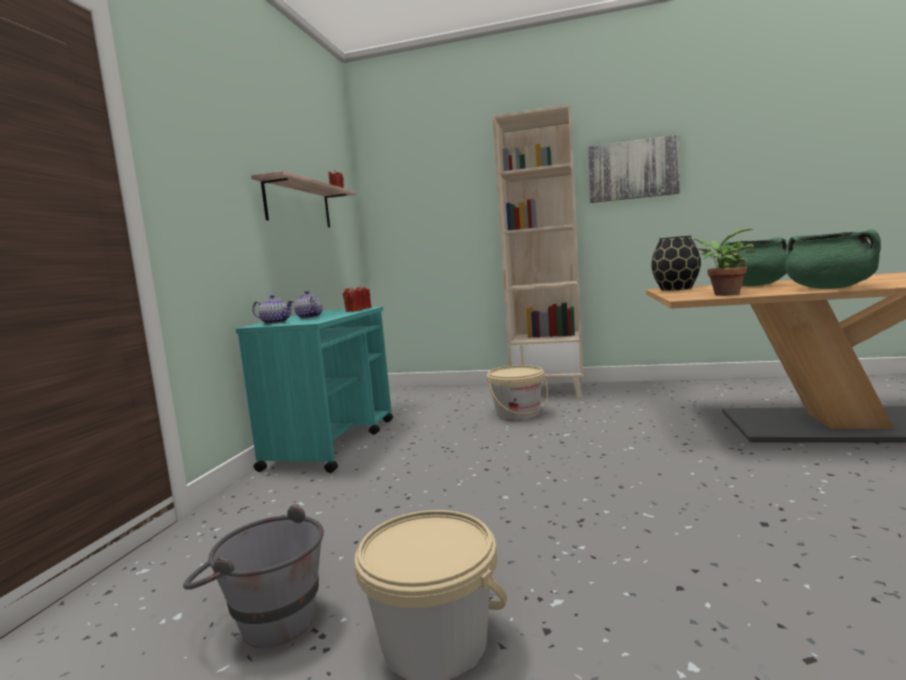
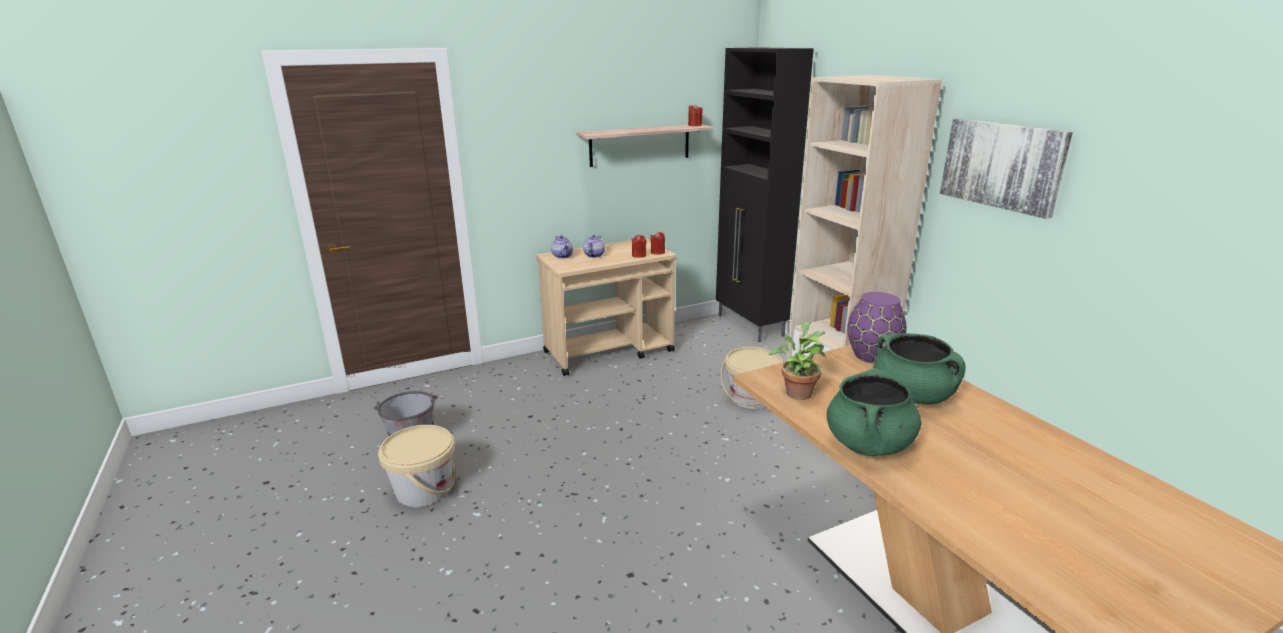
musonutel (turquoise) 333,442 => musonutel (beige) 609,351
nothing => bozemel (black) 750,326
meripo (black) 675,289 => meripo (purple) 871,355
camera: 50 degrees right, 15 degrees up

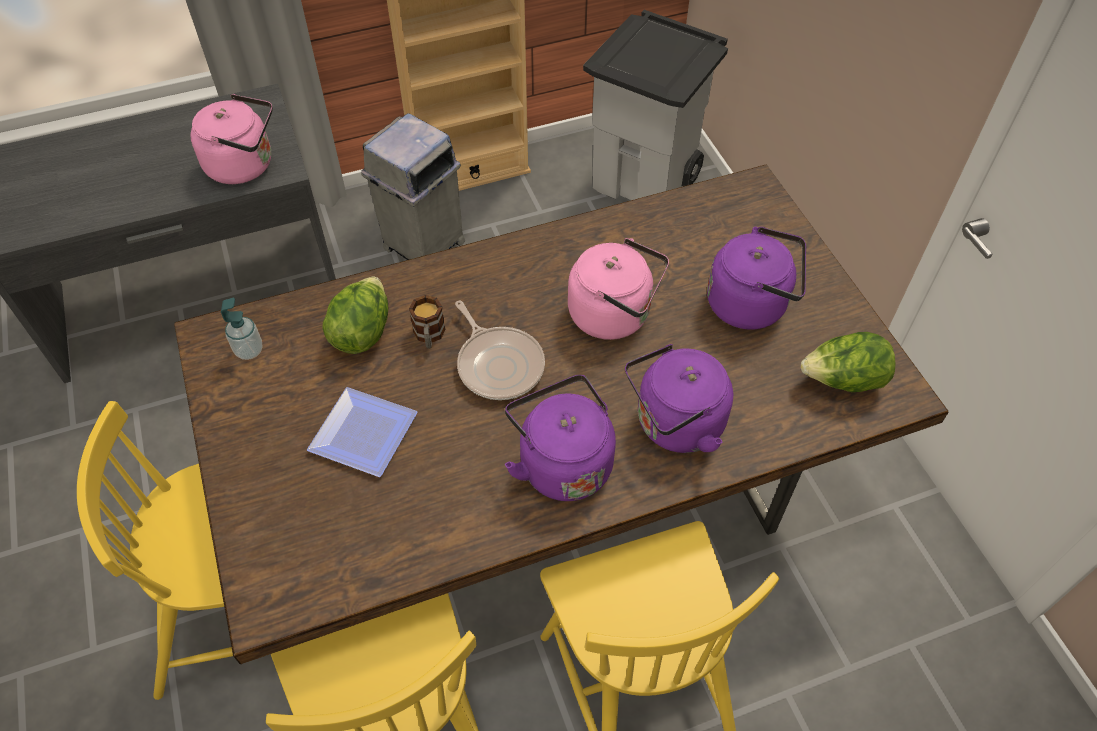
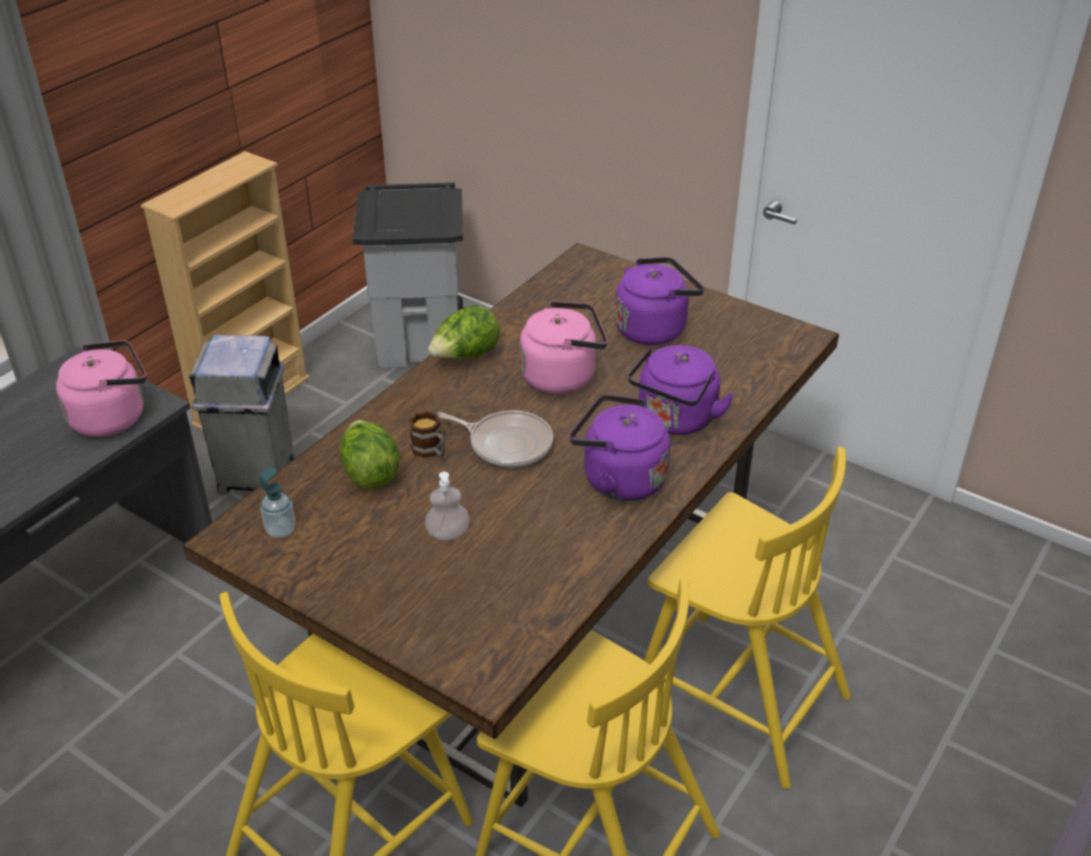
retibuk 368,432 => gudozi 448,533
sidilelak 842,381 => sidilelak 465,357, shifted
camera: 35 degrees left, 15 degrees down

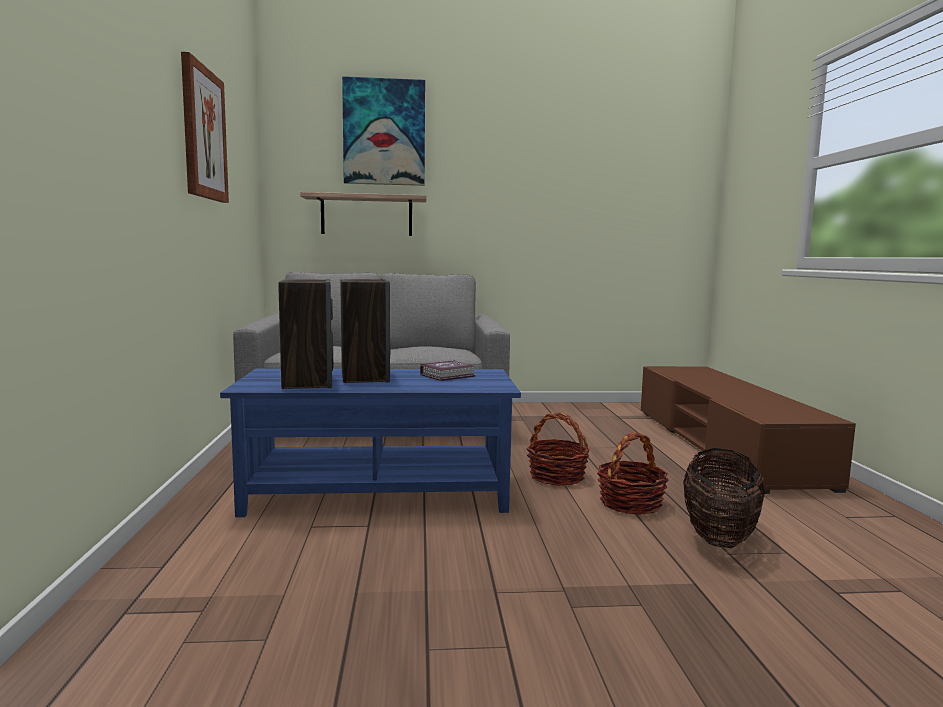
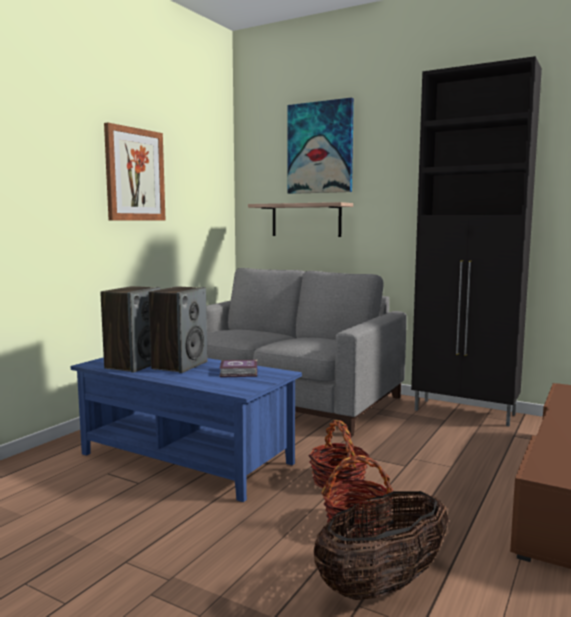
nothing => bozemel (black) 465,413
camera: 35 degrees right, 0 degrees up

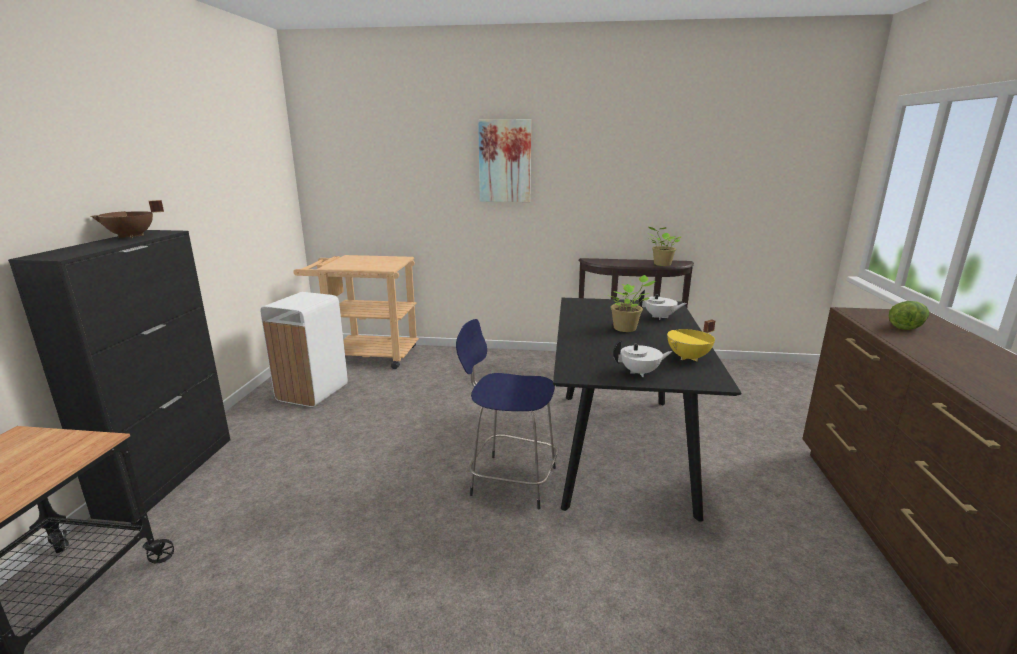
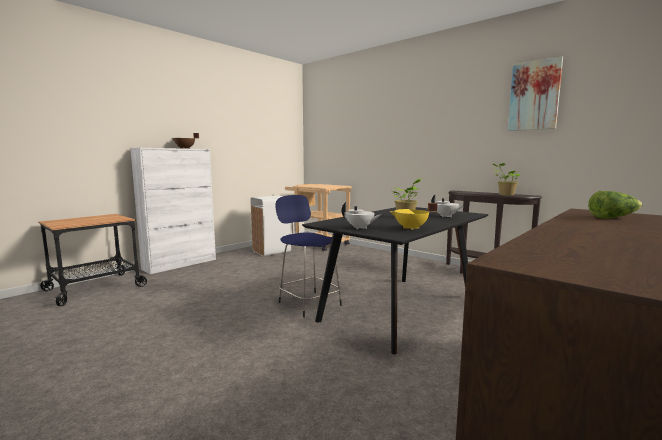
bozemel (black) 169,474 => bozemel (white) 180,264
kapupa 505,161 => kapupa 534,96, shifted
camera: 35 degrees right, 10 degrees down

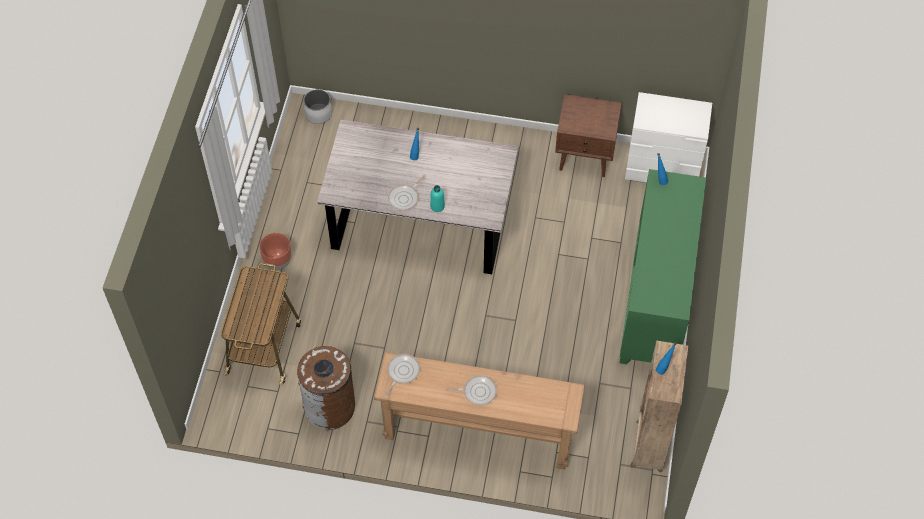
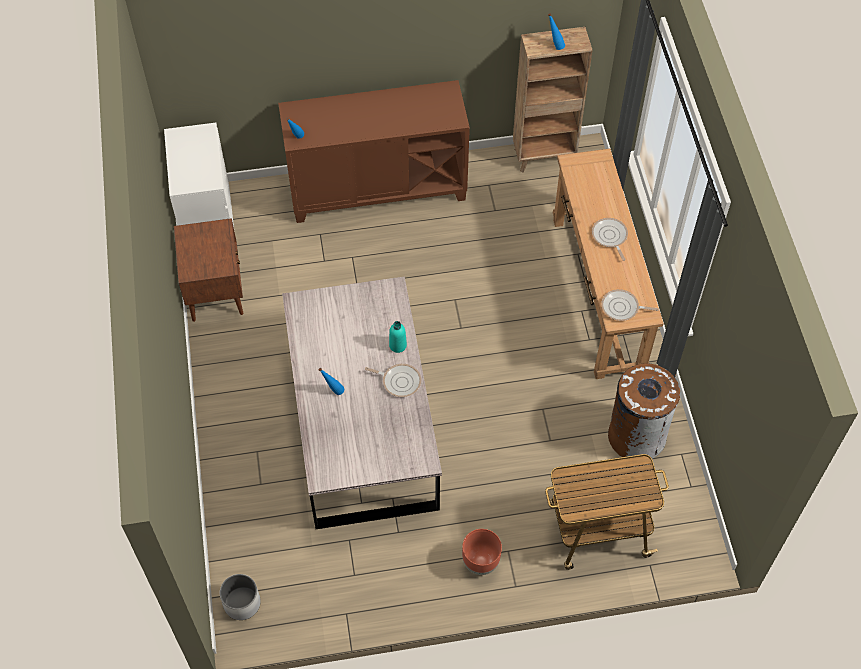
bozemel (green) 657,298 => bozemel (brown) 377,188
camera: 110 degrees left, 0 degrees up

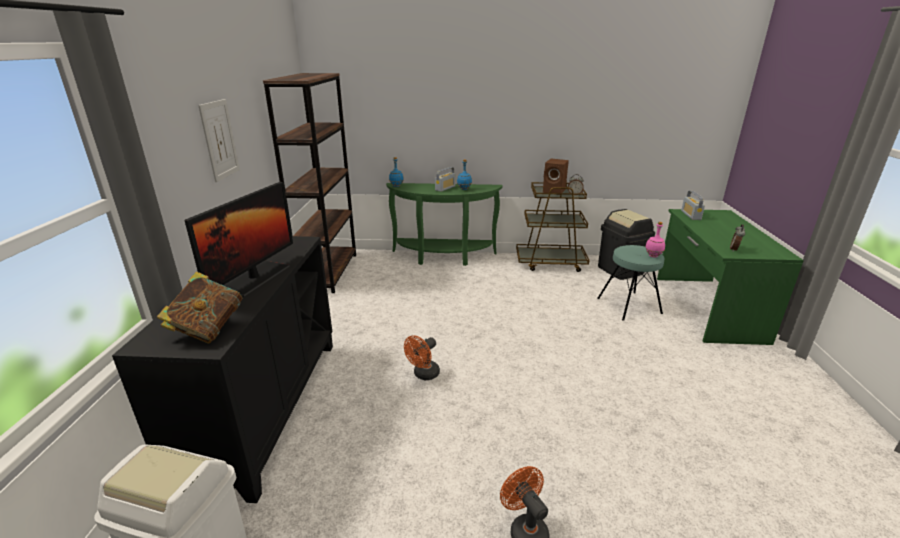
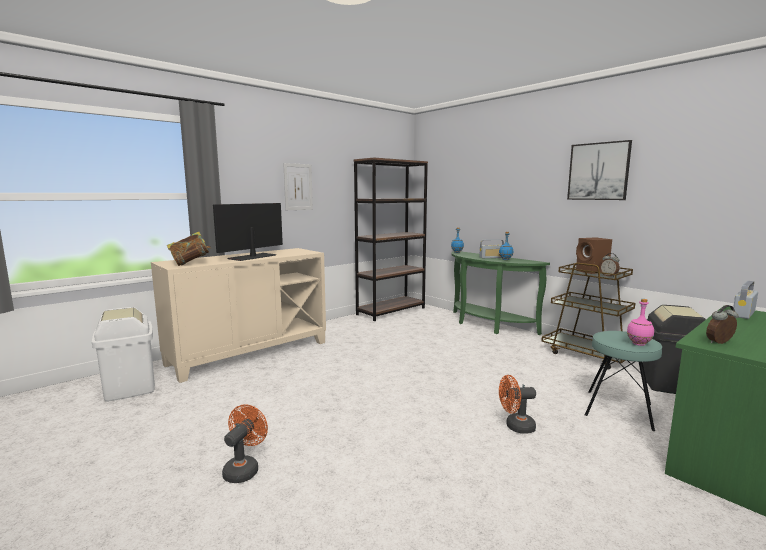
bozemel (black) 266,407 => bozemel (beige) 249,353
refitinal 255,278 => refitinal 252,257, 150 degrees clockwise
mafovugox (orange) 423,375 => mafovugox (orange) 515,427, shifted
nothing => kapupa 598,171
camera: 45 degrees right, 15 degrees down

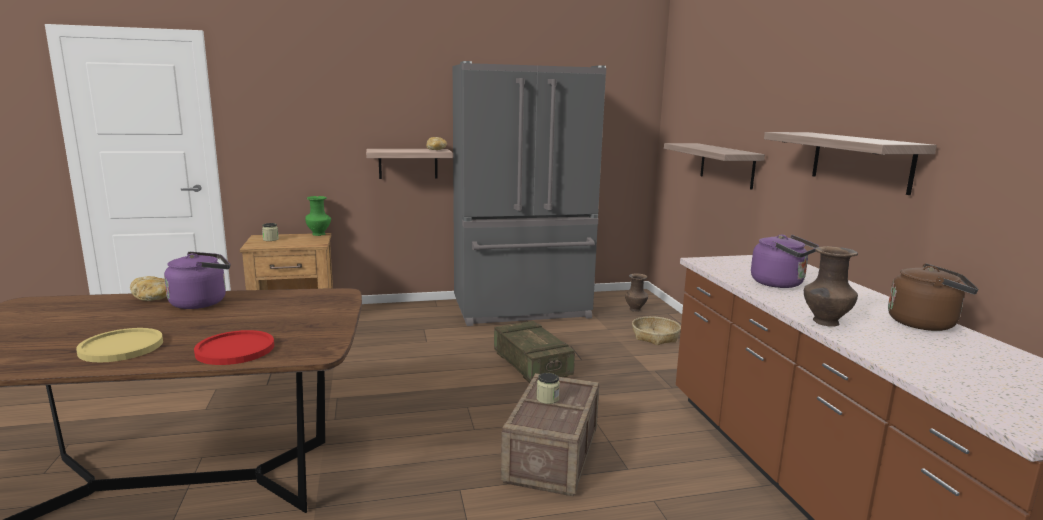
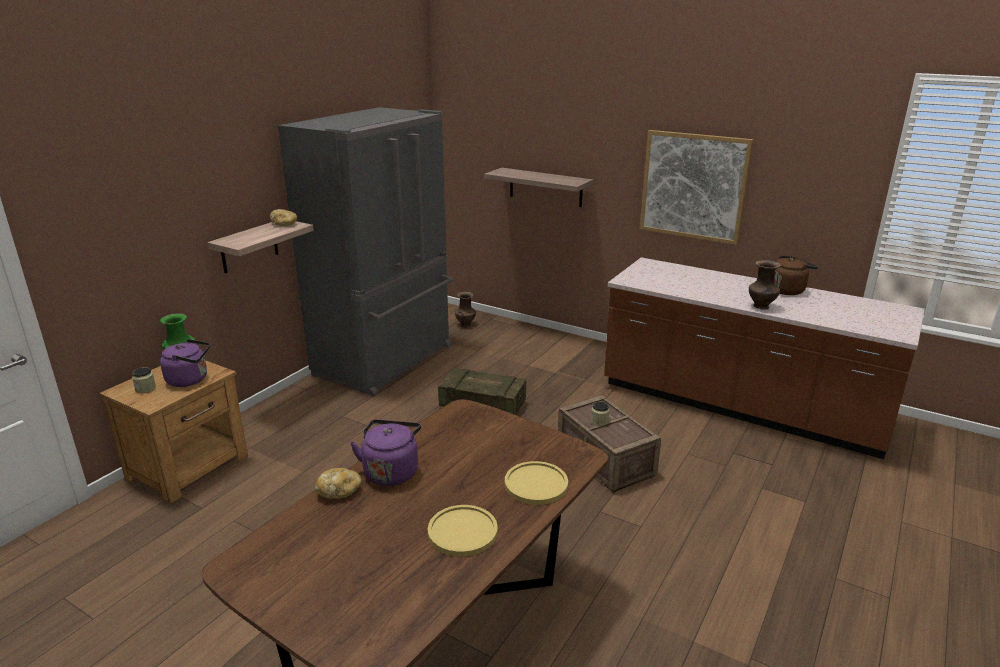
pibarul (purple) 780,284 => pibarul (purple) 190,380, shifted
retibuk (red) 235,349 => retibuk (yellow) 536,484
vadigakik 860,161 => kapupa 693,186
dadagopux 655,337 => nothing
camera: 45 degrees left, 10 degrees up

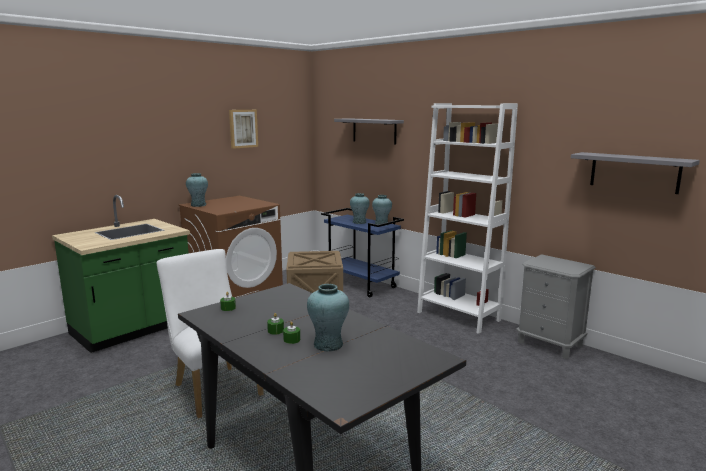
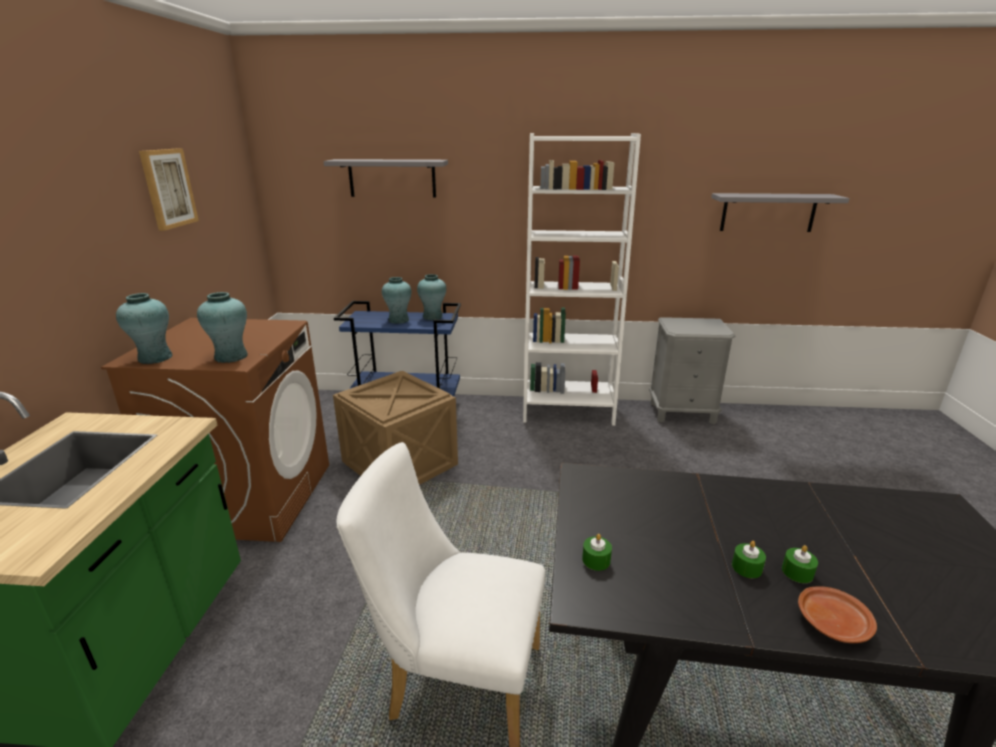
meripo (turquoise) 328,344 => meripo (turquoise) 231,357, shifted
nothing => retibuk (brown) 832,622
camera: 40 degrees left, 10 degrees up

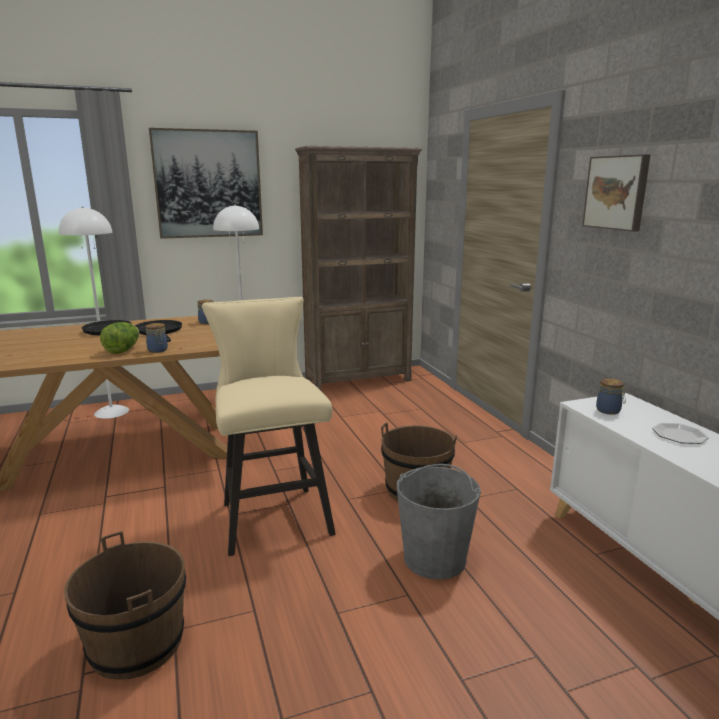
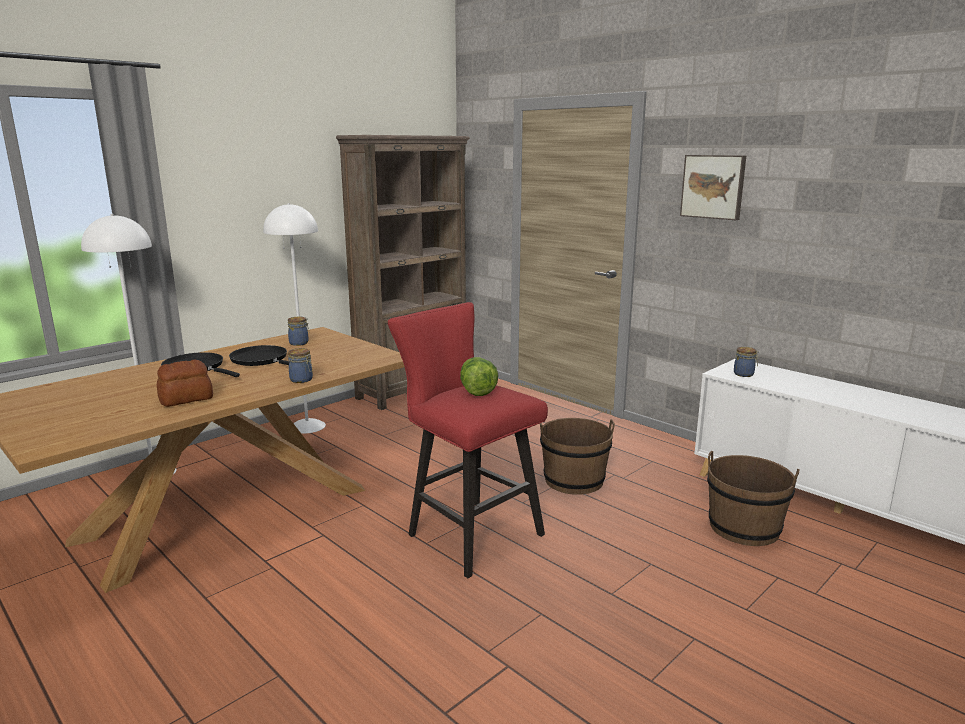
nothing => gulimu 187,399
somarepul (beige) 273,514 => somarepul (red) 468,532
sidilelak 123,350 => sidilelak 476,391, shifted
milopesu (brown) 136,643 => milopesu (brown) 744,528, shifted
kapupa 208,184 => nothing
milopesu (grey) 435,558 => nothing
retibuk 679,435 => nothing
camera: 25 degrees left, 0 degrees up

